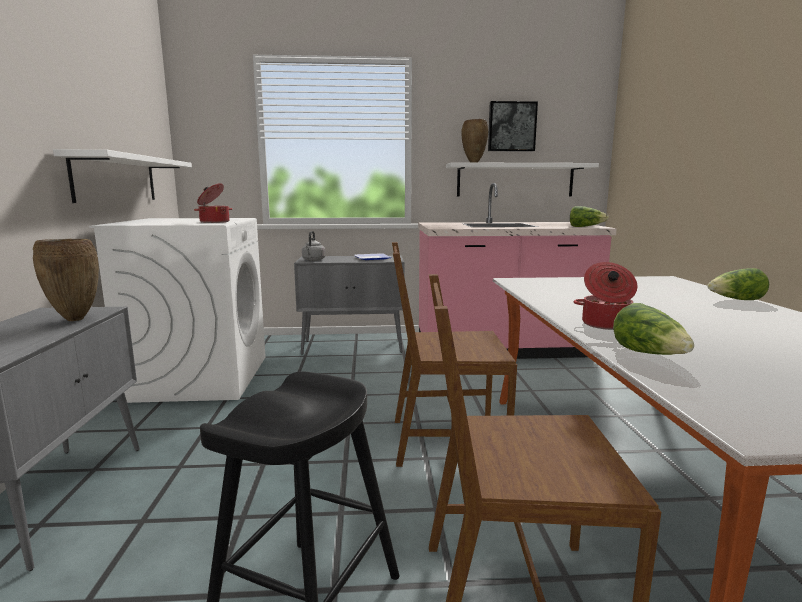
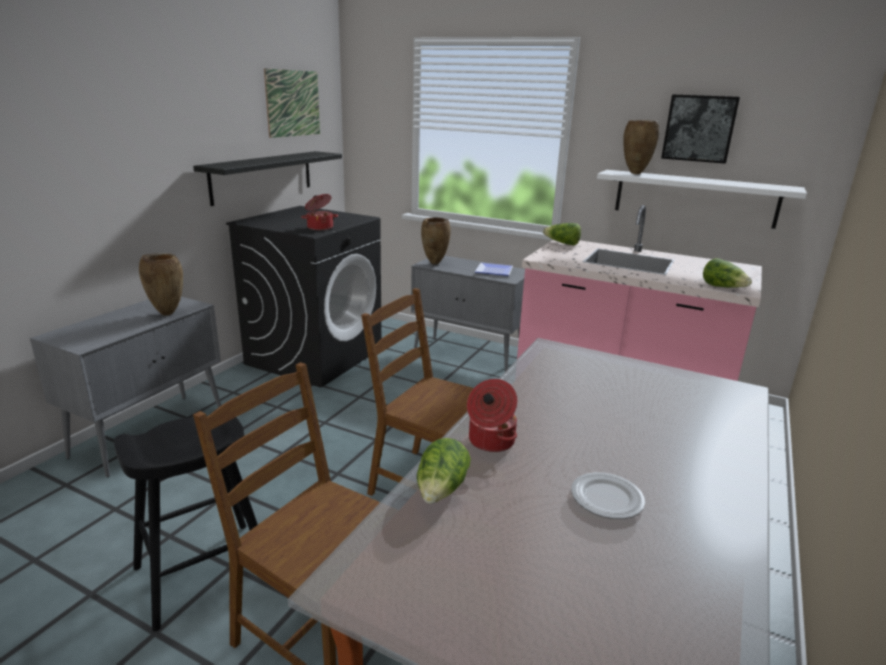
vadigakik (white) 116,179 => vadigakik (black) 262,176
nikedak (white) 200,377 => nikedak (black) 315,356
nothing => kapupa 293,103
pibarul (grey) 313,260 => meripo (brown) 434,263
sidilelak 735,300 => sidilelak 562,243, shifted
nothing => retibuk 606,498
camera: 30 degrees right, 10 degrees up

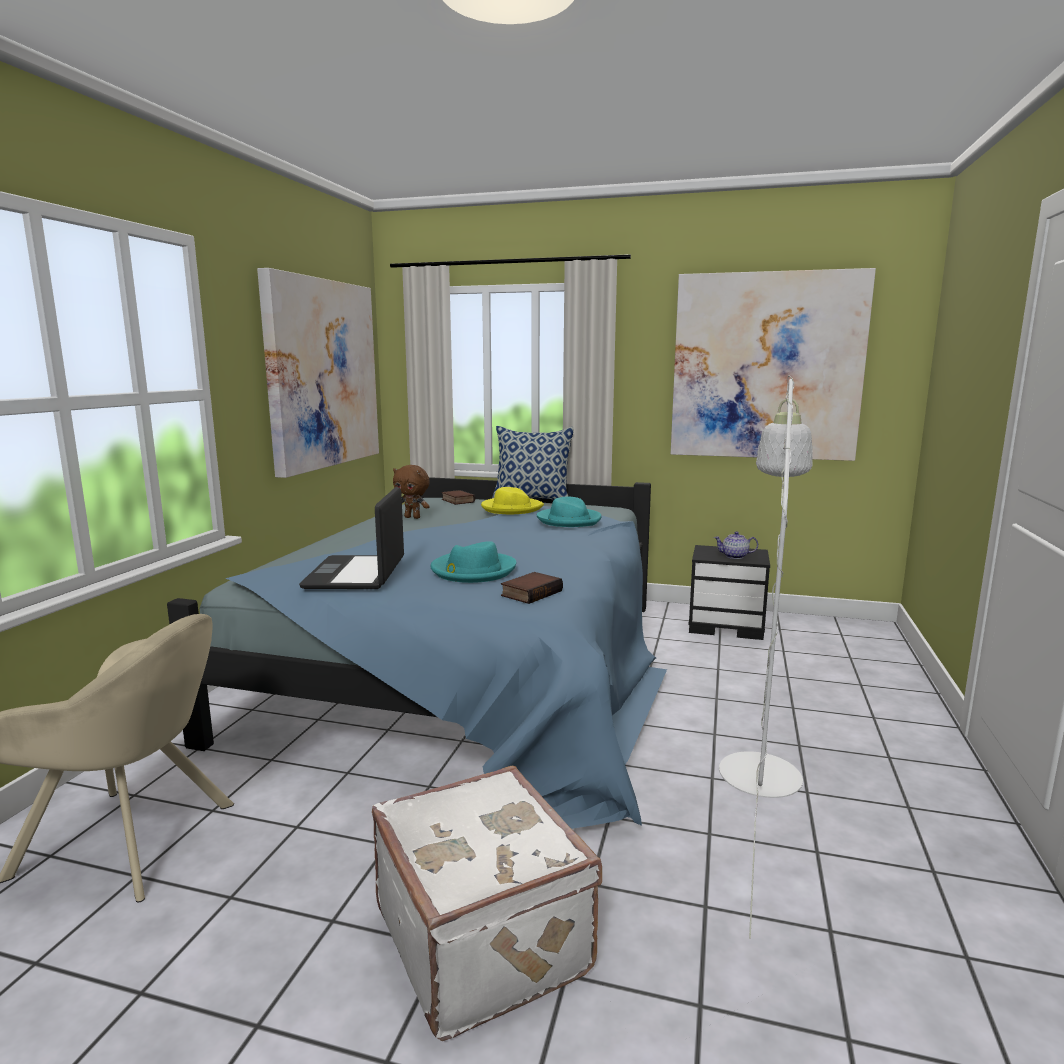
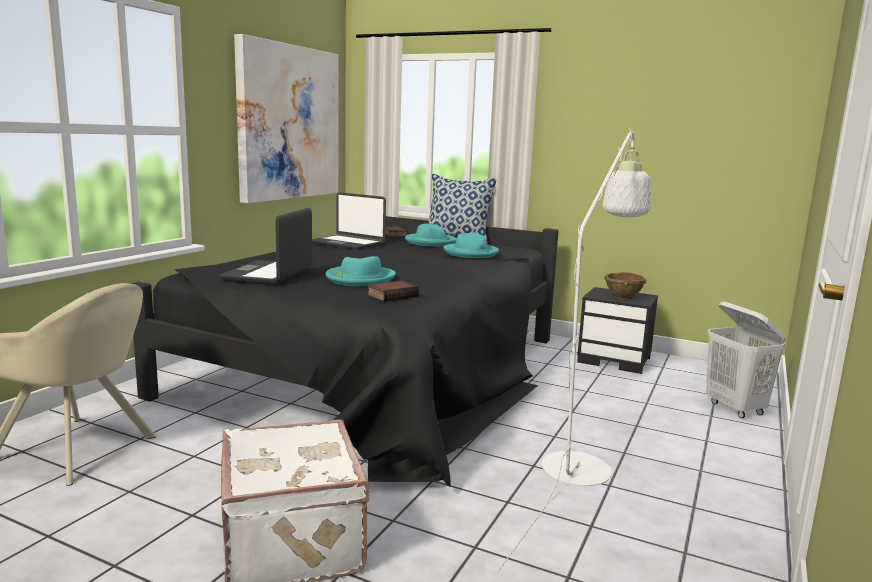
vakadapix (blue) 476,670 => vakadapix (black) 380,371
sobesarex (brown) 413,517 => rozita 347,243
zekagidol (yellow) 511,508 => zekagidol (turquoise) 430,242
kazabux 735,556 => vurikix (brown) 623,298
nothing => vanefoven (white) 735,408
kapupa 766,367 => nothing
camera: 10 degrees right, 0 degrees up

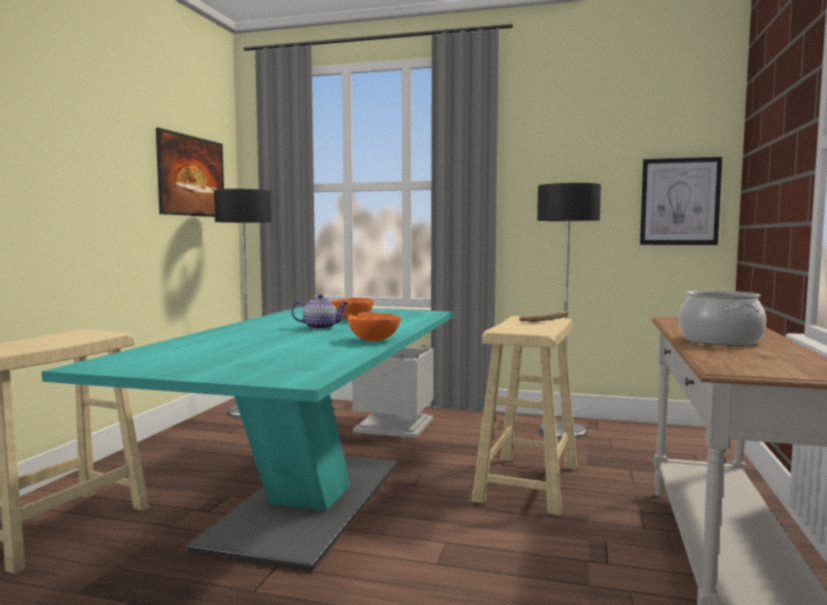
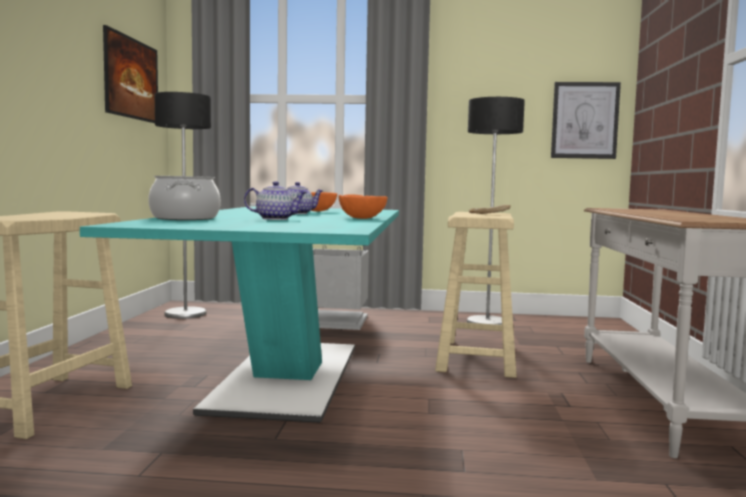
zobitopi 720,340 => zobitopi 185,218, shifted
nothing => kazabux 276,219
camera: 10 degrees left, 0 degrees up

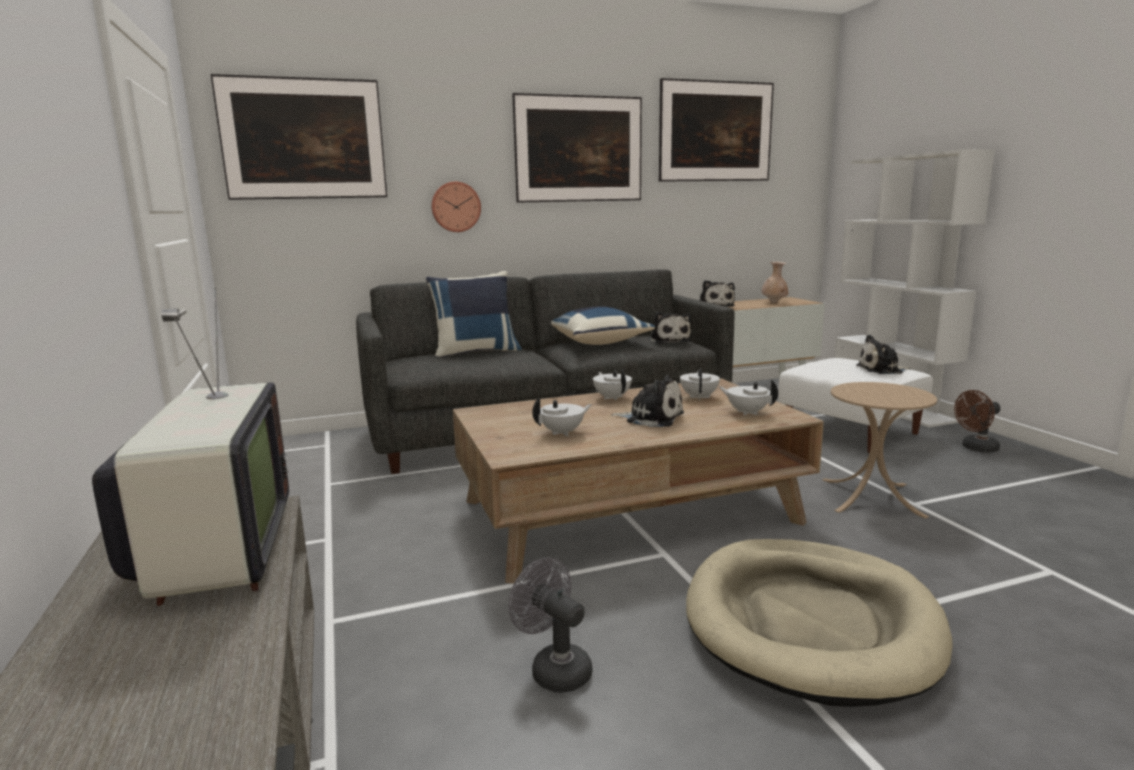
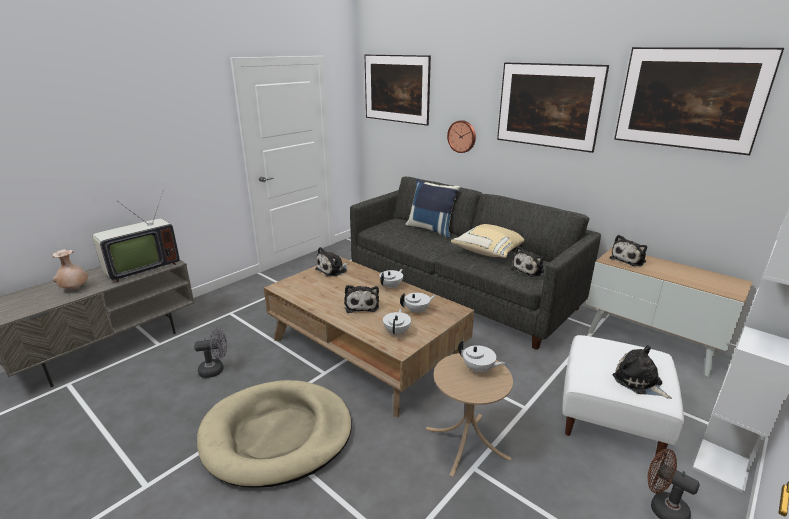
meripo (beige) 774,302 => meripo (beige) 75,289, shifted
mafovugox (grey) 554,668 => mafovugox (grey) 215,370, 60 degrees clockwise
nothing => sobesarex 333,270
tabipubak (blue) 599,342 => tabipubak (beige) 490,251
kazabux (white) 563,432 => kazabux (white) 478,369, shifted
camera: 60 degrees right, 10 degrees up

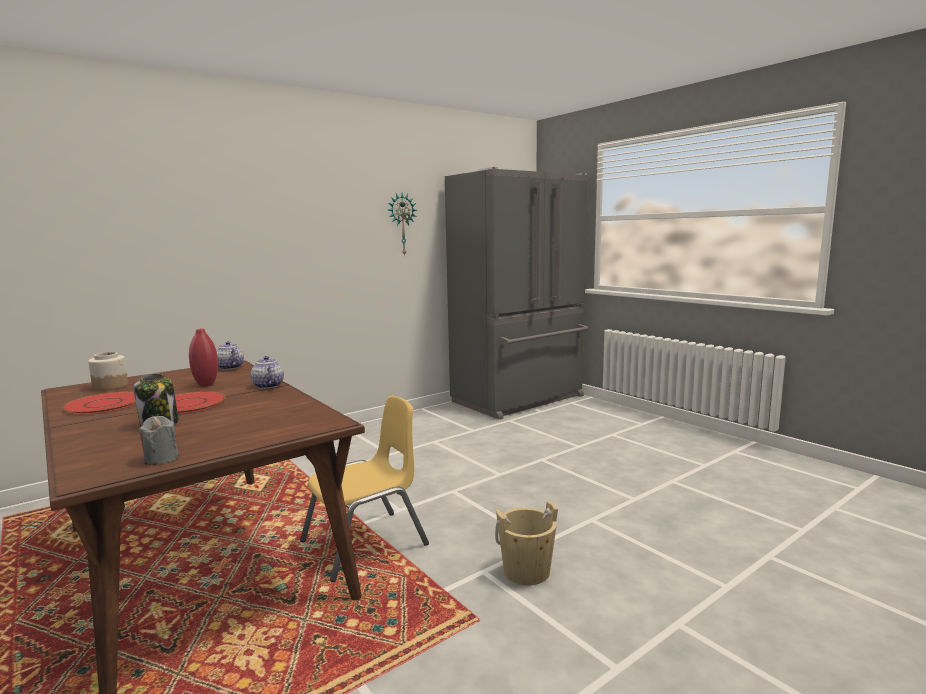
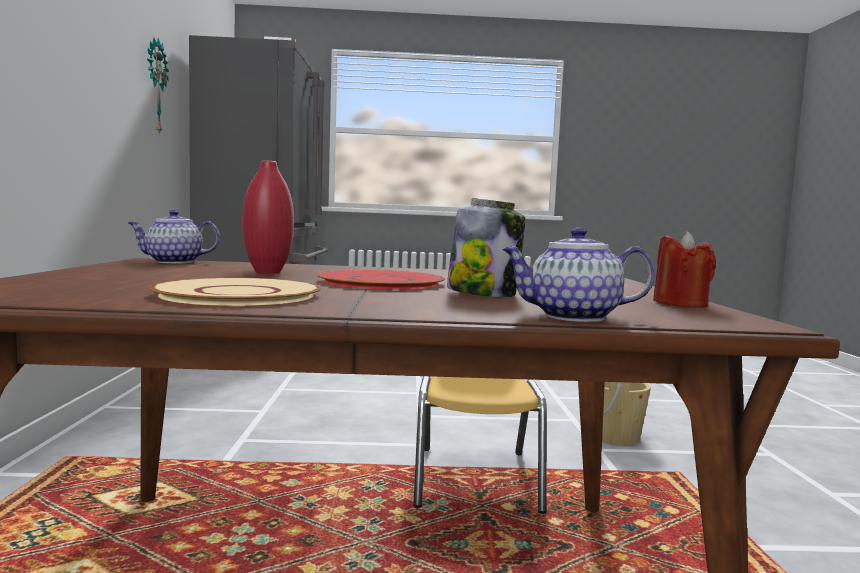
retibuk (red) 104,404 => retibuk (beige) 239,294
kazabux 267,386 => kazabux 571,317, shifted
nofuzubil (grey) 161,459 => nofuzubil (red) 680,304
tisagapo 110,386 => nothing
camera: 55 degrees left, 5 degrees down

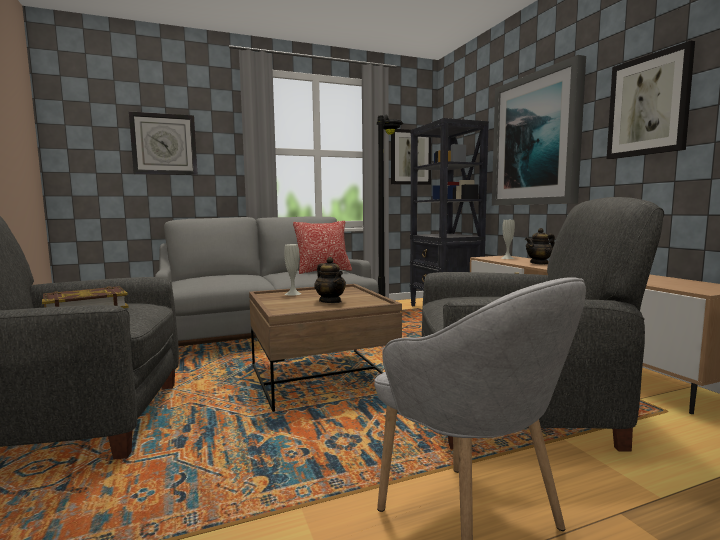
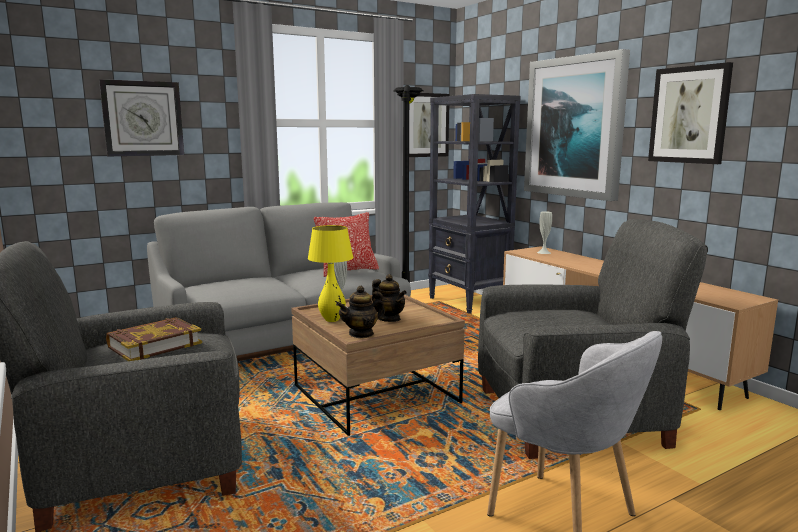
nothing => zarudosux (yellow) 332,320
kazabux 539,263 => kazabux 361,334, shifted
camera: 10 degrees left, 5 degrees up

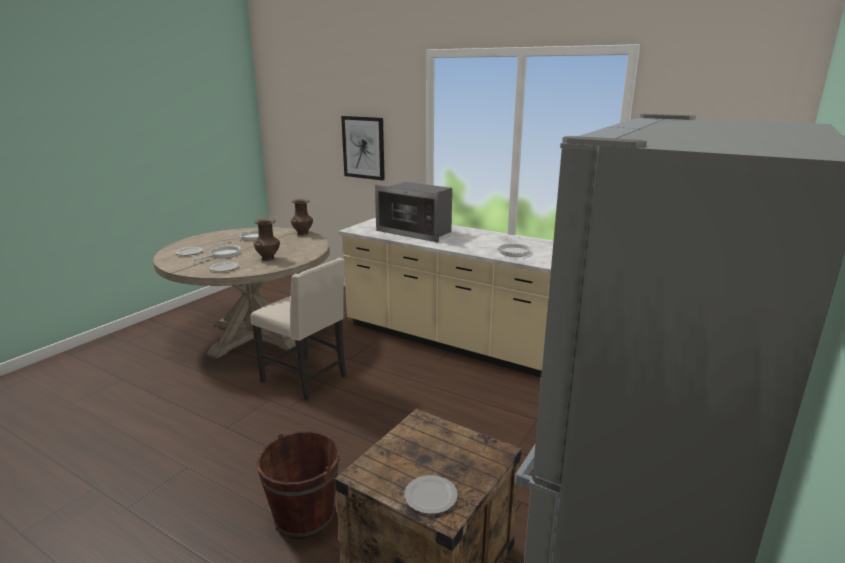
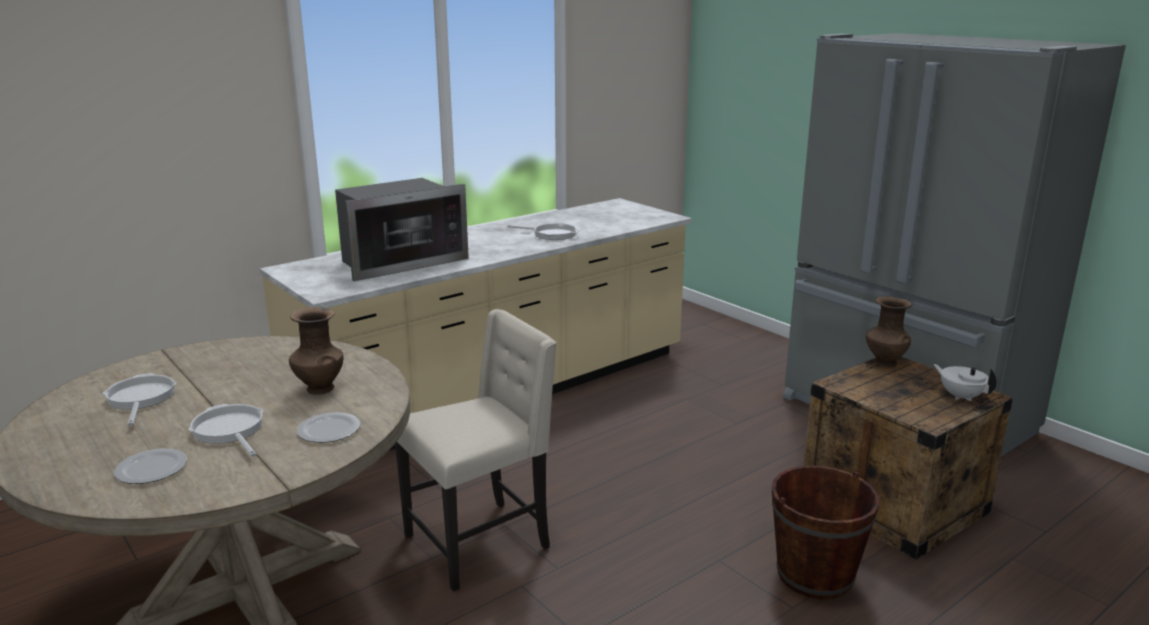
meripo (brown) 303,233 => meripo (brown) 884,363, shifted
retibuk 431,496 => kazabux (white) 961,396
kapupa 363,147 => nothing
camera: 70 degrees left, 0 degrees up

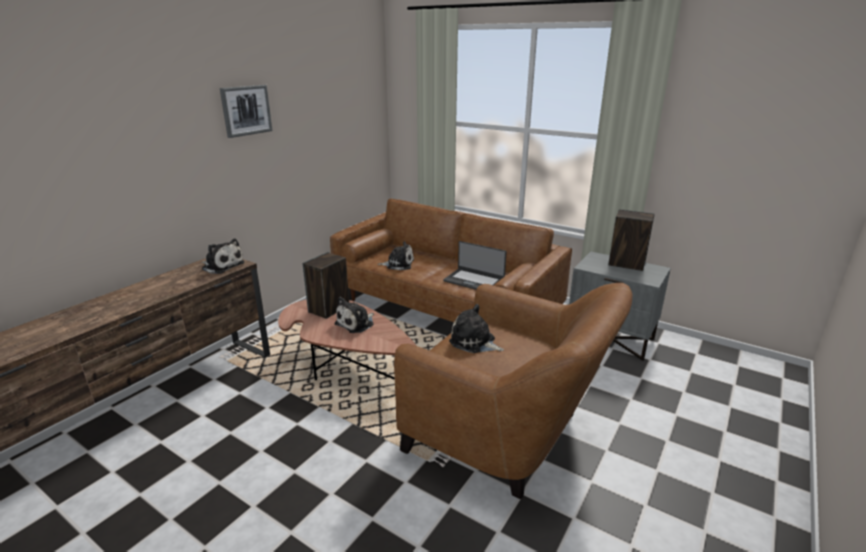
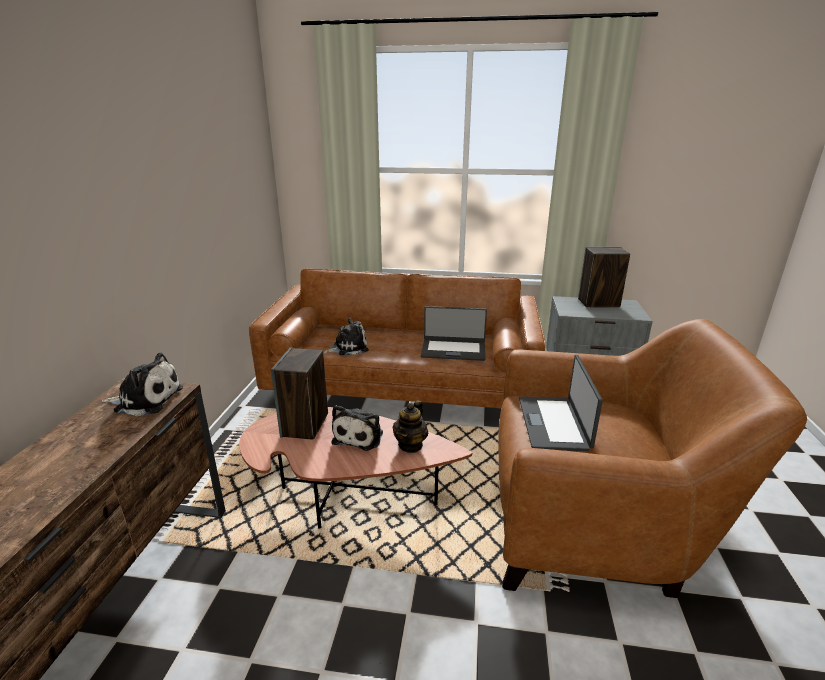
nothing => kazabux 410,445
sobesarex 474,342 => rozita 554,423
kapupa 246,110 => nothing
camera: 25 degrees left, 0 degrees up

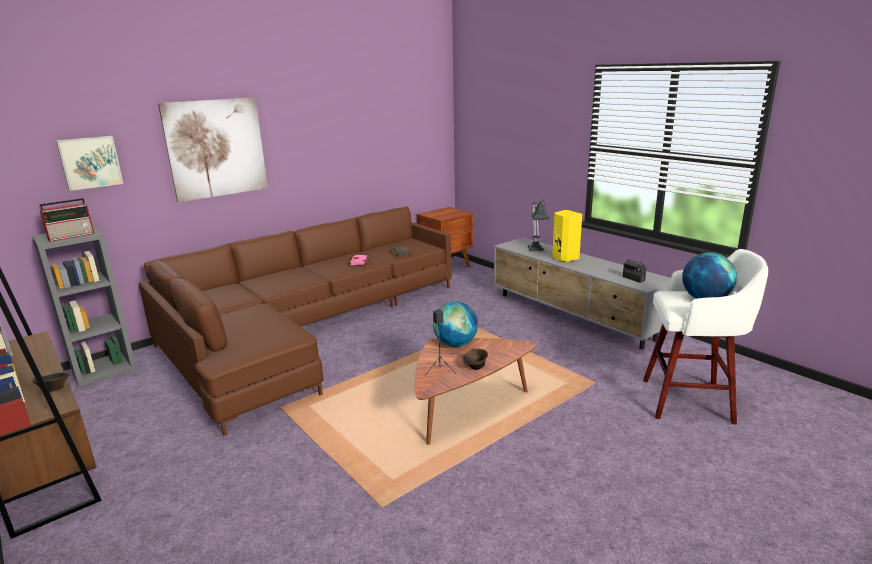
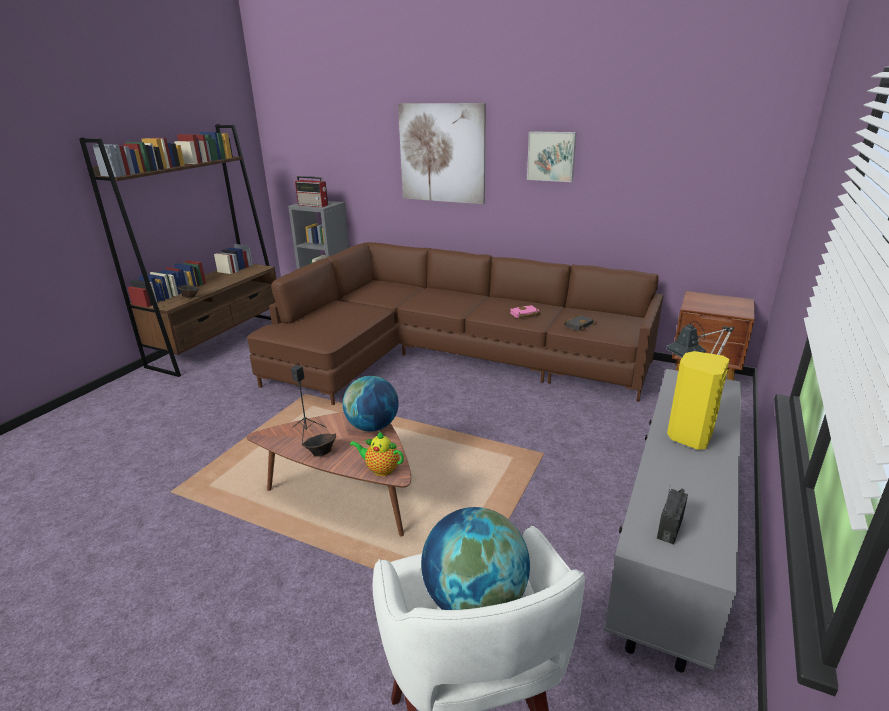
nothing => kazabux 380,469
kapupa 90,162 => kapupa 551,156, shifted
camera: 65 degrees right, 5 degrees up

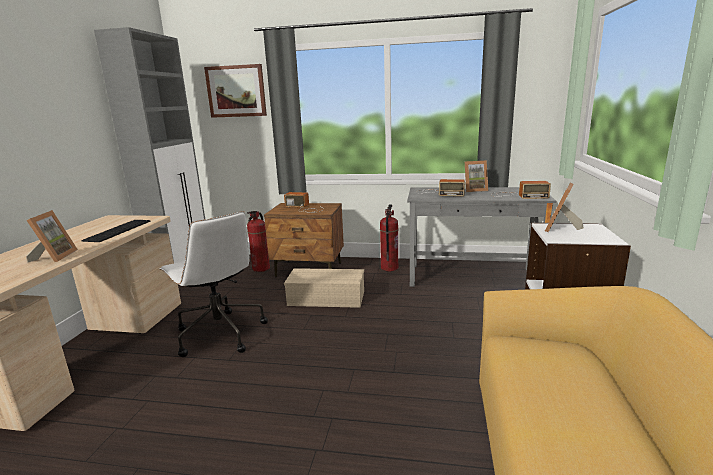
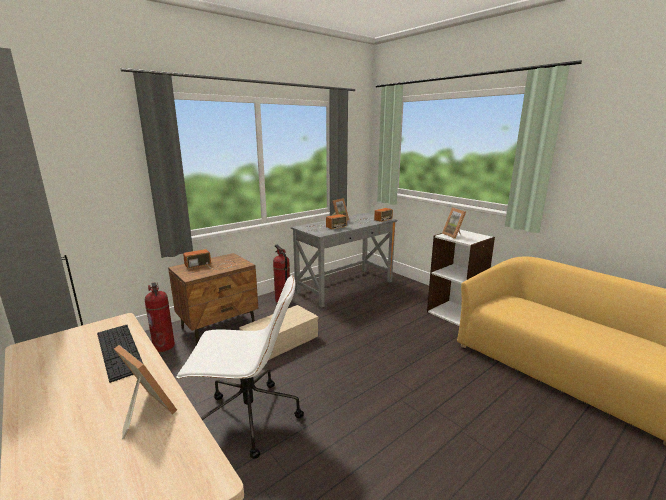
kapupa 236,91 => nothing
camera: 50 degrees left, 0 degrees up

